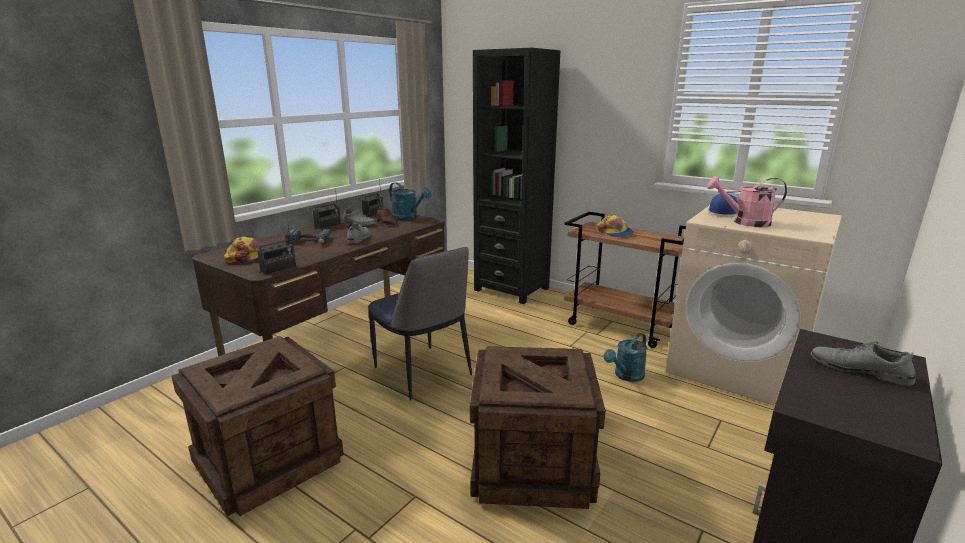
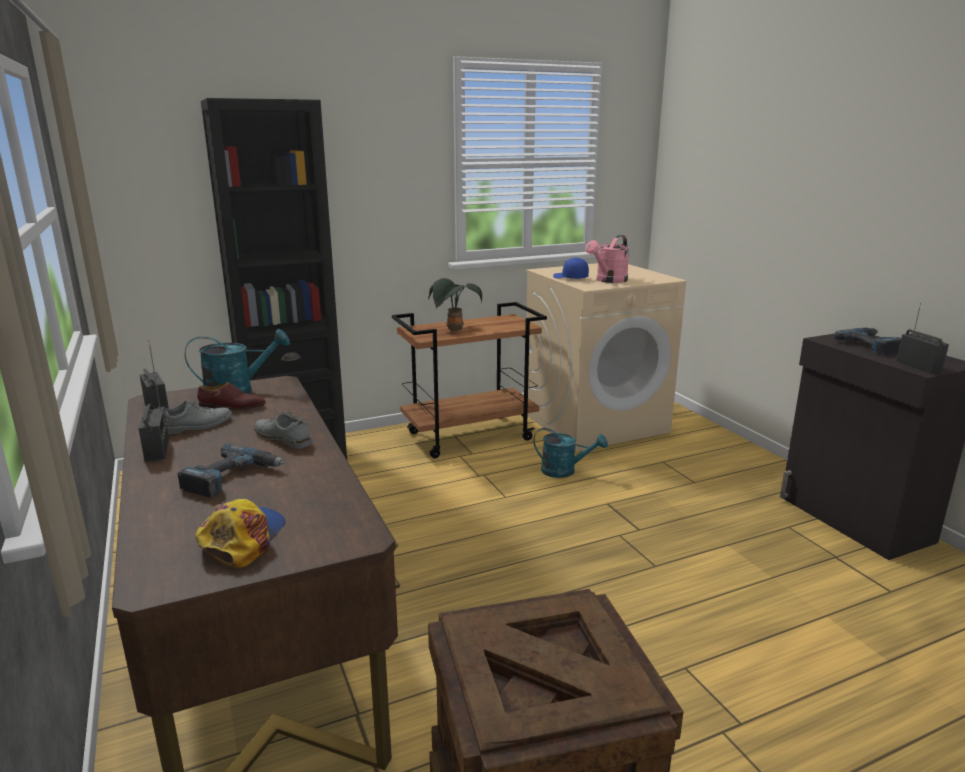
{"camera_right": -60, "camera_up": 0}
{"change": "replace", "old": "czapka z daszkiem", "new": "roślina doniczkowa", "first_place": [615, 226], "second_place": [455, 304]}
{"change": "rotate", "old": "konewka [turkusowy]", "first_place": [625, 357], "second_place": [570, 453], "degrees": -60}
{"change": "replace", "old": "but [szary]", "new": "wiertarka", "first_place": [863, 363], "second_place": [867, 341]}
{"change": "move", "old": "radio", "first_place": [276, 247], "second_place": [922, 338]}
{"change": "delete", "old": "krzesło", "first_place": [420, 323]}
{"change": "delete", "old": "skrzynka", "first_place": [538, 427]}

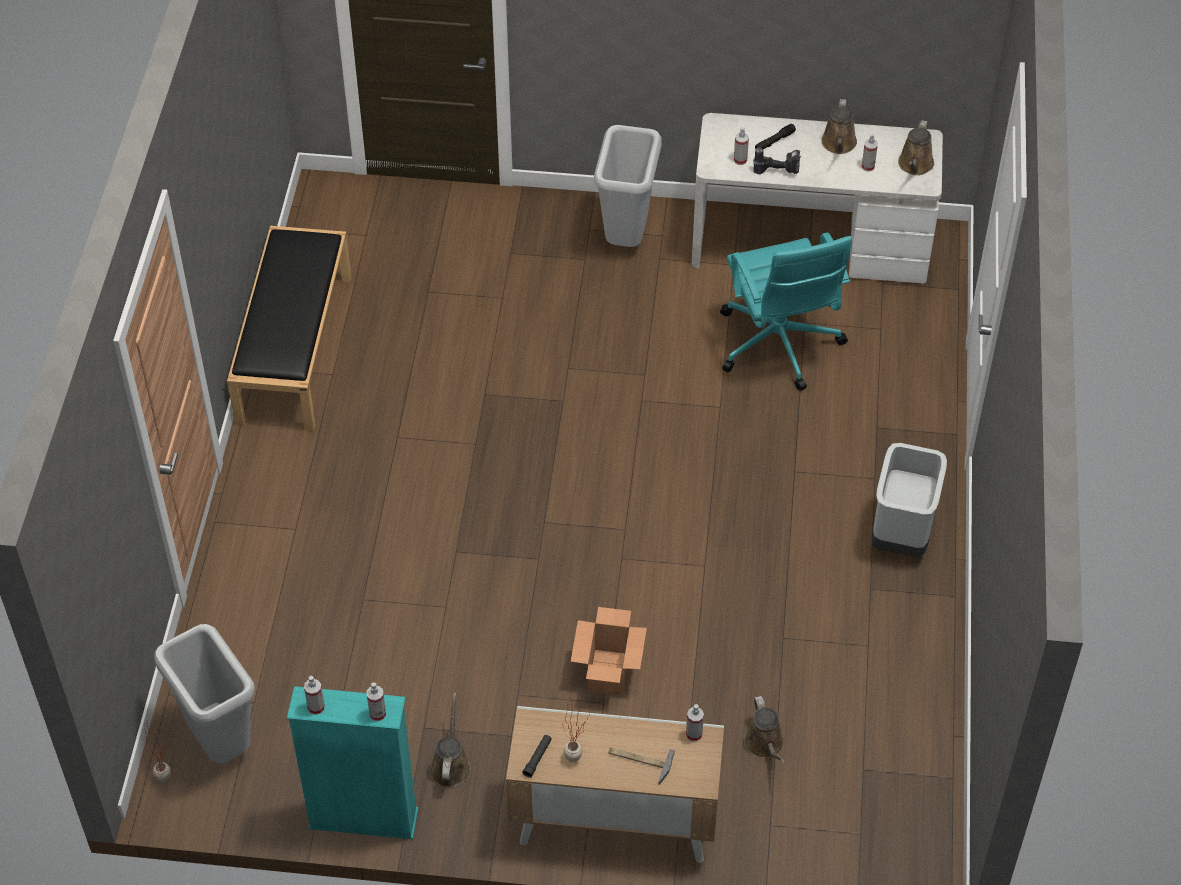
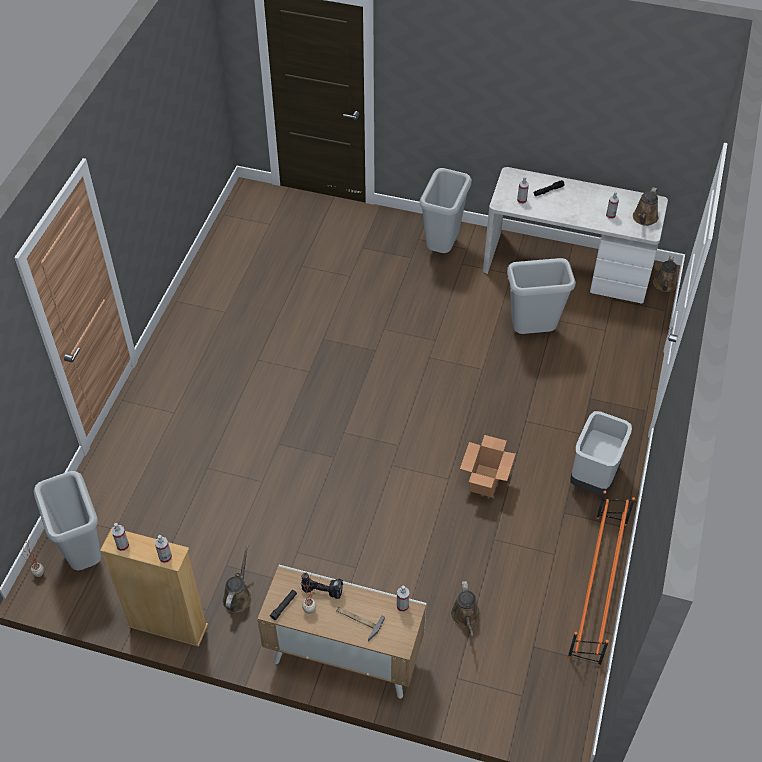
{"camera_right": 10, "camera_up": 0}
{"change": "recolor", "old": "regał [turkusowy]", "new": "regał [beżowy]", "first_place": [353, 762], "second_place": [154, 587]}
{"change": "move", "old": "wiertarka", "first_place": [777, 160], "second_place": [322, 586]}
{"change": "move", "old": "karton", "first_place": [609, 651], "second_place": [488, 466]}
{"change": "replace", "old": "krzesło biurowe [turkusowy]", "new": "kosz na śmieci [szary]", "first_place": [786, 312], "second_place": [541, 296]}
{"change": "insert", "new": "regał na buty [pomarańczowy]", "second_place": [601, 578]}
{"change": "move", "old": "konewka [brązowy]", "first_place": [839, 126], "second_place": [665, 273]}
{"change": "delete", "old": "ławka [czarny]", "first_place": [289, 329]}

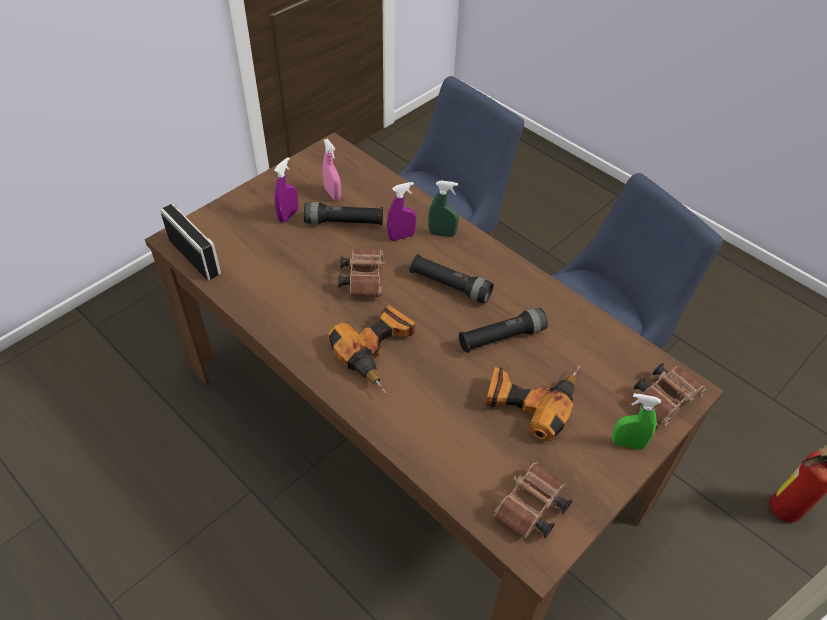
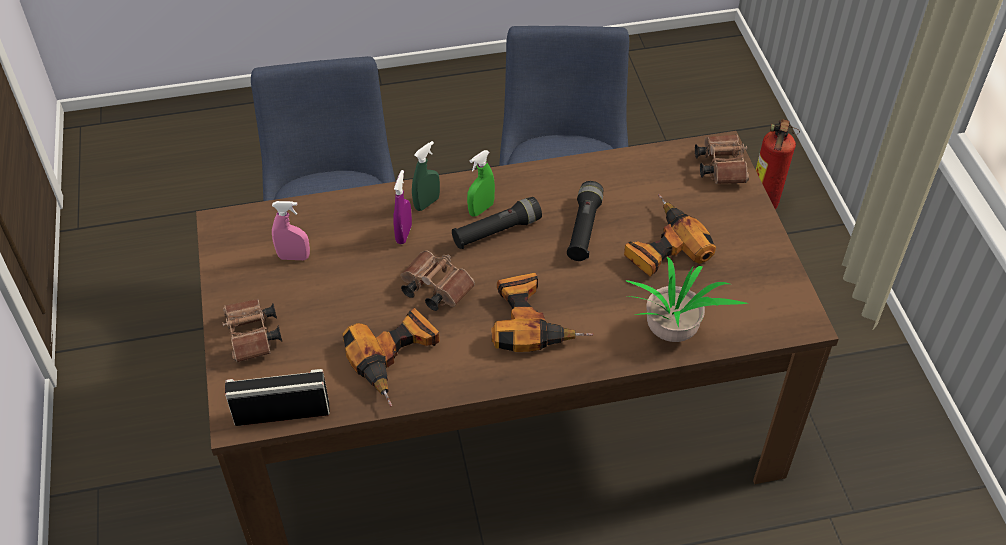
{"camera_right": -55, "camera_up": 0}
{"change": "move", "old": "lornetka [brązowy]", "first_place": [533, 500], "second_place": [252, 331]}
{"change": "insert", "new": "wiertarka", "second_place": [391, 357]}
{"change": "move", "old": "spryskiwacz [zielony]", "first_place": [636, 421], "second_place": [481, 183]}
{"change": "insert", "new": "roślina doniczkowa", "second_place": [686, 299]}
{"change": "delete", "old": "spryskiwacz [fioletowy]", "first_place": [286, 190]}
{"change": "delete", "old": "latarka [czarny]", "first_place": [343, 213]}

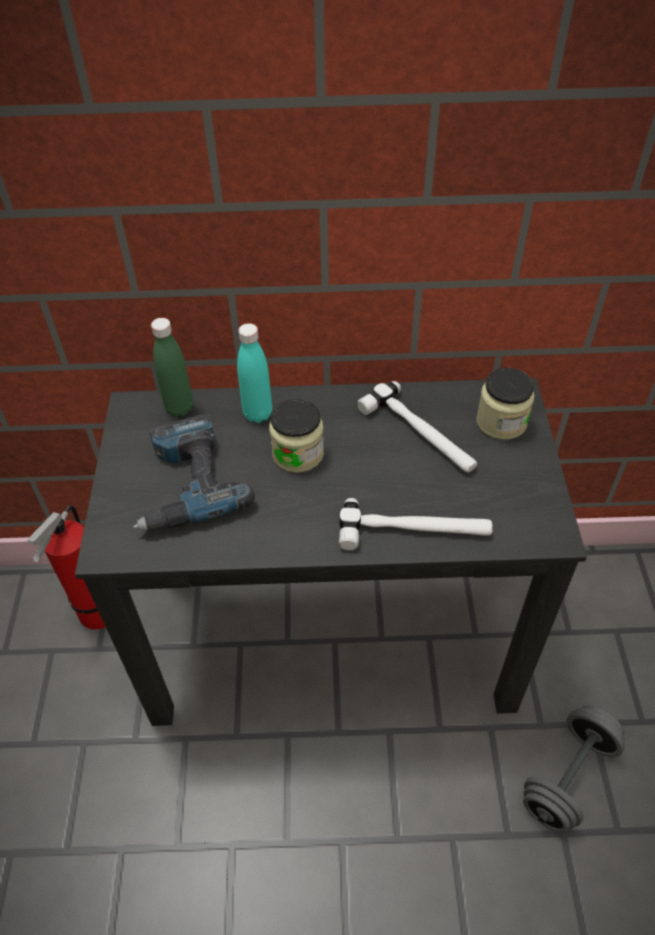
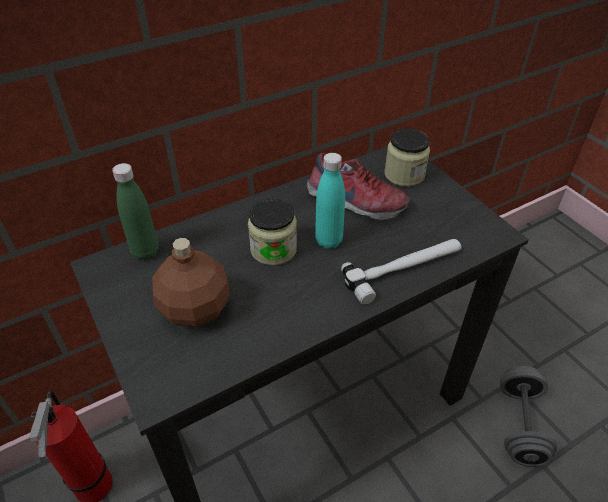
{"camera_right": -30, "camera_up": -5}
{"change": "replace", "old": "wiertarka", "new": "butelka [brązowy]", "first_place": [194, 472], "second_place": [191, 282]}
{"change": "replace", "old": "młotek", "new": "but", "first_place": [417, 427], "second_place": [358, 186]}
{"change": "move", "old": "butelka [turkusowy]", "first_place": [254, 373], "second_place": [330, 201]}

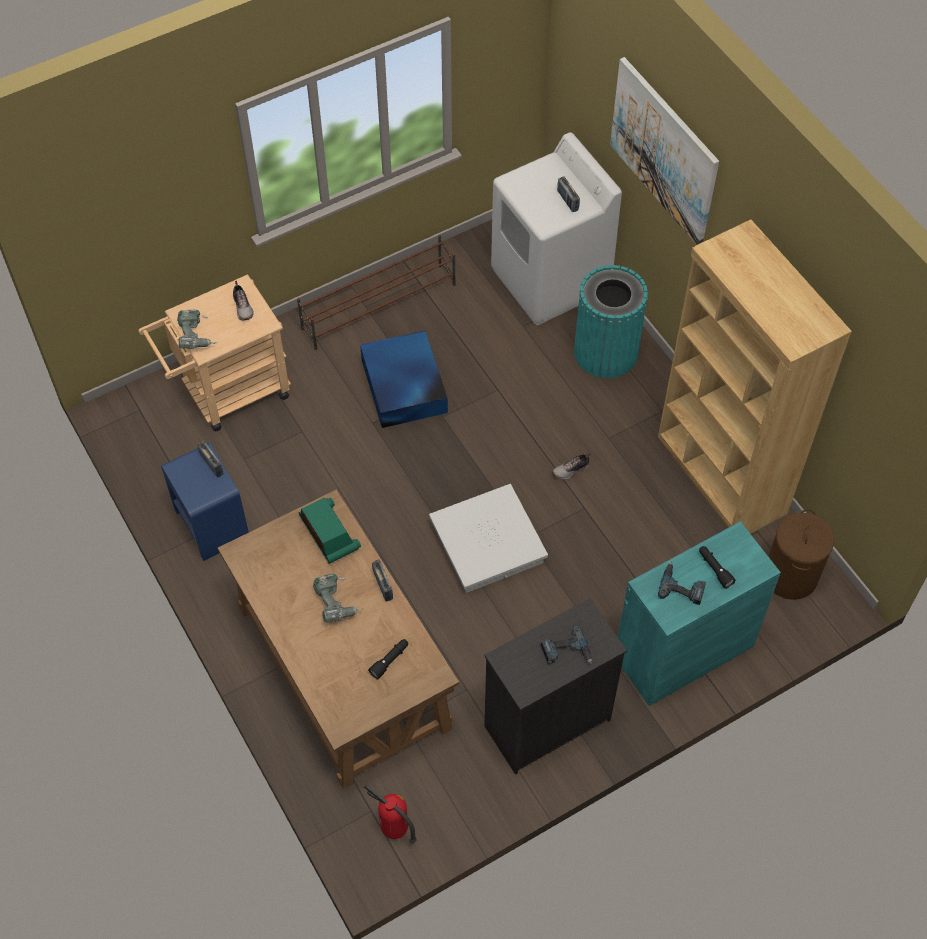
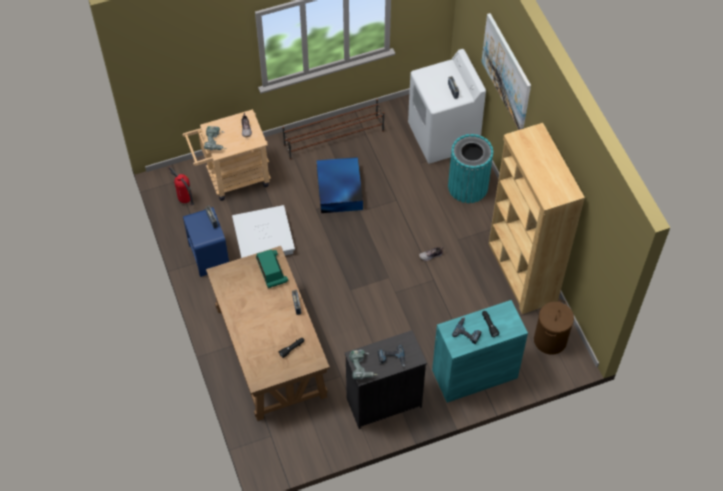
{"camera_right": 10, "camera_up": 0}
{"change": "move", "old": "gaśnica", "first_place": [390, 814], "second_place": [181, 186]}
{"change": "move", "old": "pojemnik do przechowywania [biały]", "first_place": [488, 538], "second_place": [263, 231]}
{"change": "move", "old": "wiertarka", "first_place": [338, 598], "second_place": [363, 364]}

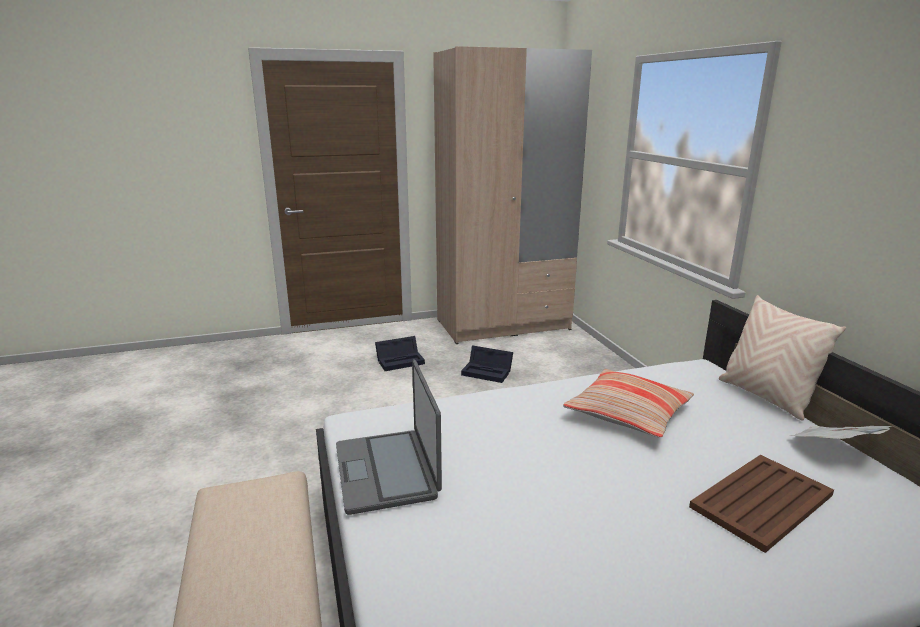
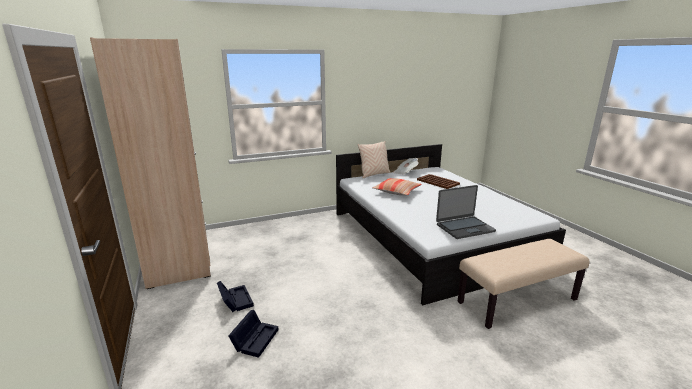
{"camera_right": -95, "camera_up": 0}
{"change": "move", "old": "pojemnik do przechowywania [czarny]", "first_place": [487, 364], "second_place": [253, 334]}

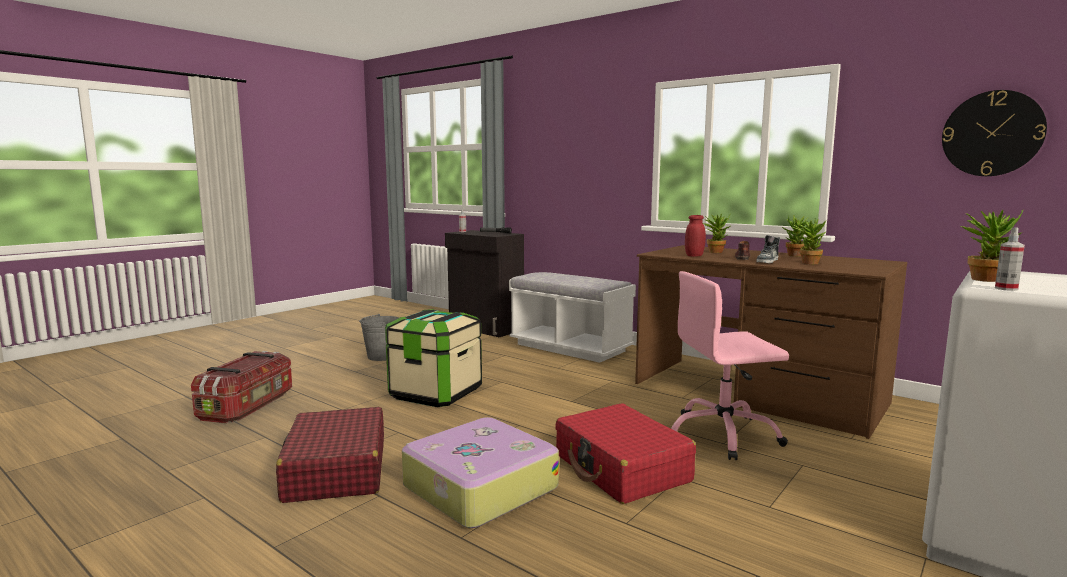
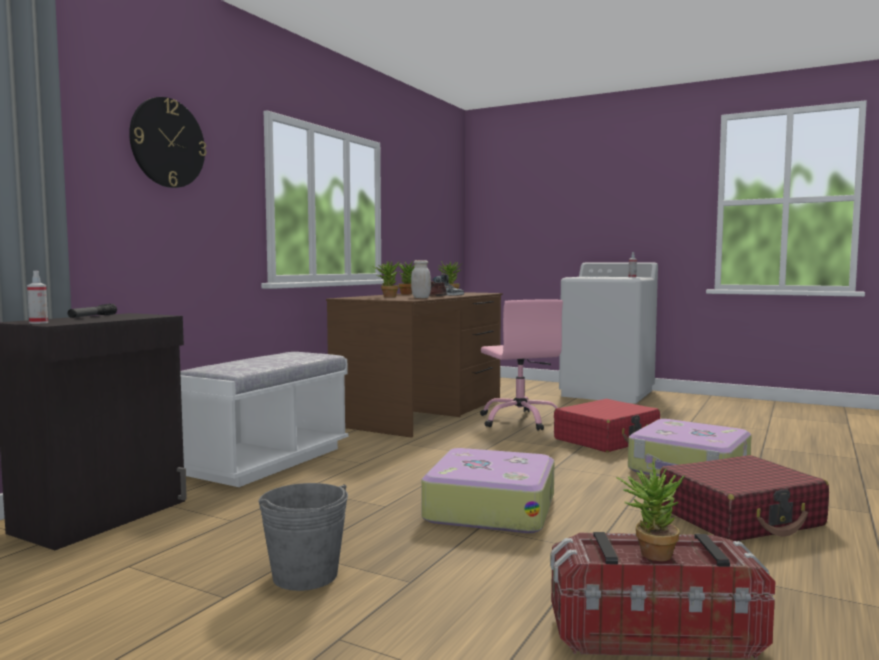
{"camera_right": -100, "camera_up": -5}
{"change": "move", "old": "zegar ścienny", "first_place": [994, 133], "second_place": [168, 142]}
{"change": "recolor", "old": "słoik [czerwony]", "new": "słoik [biały]", "first_place": [695, 236], "second_place": [421, 279]}
{"change": "replace", "old": "pojemnik do przechowywania", "new": "walizka", "first_place": [433, 358], "second_place": [488, 490]}
{"change": "move", "old": "roślina doniczkowa", "first_place": [992, 245], "second_place": [650, 511]}

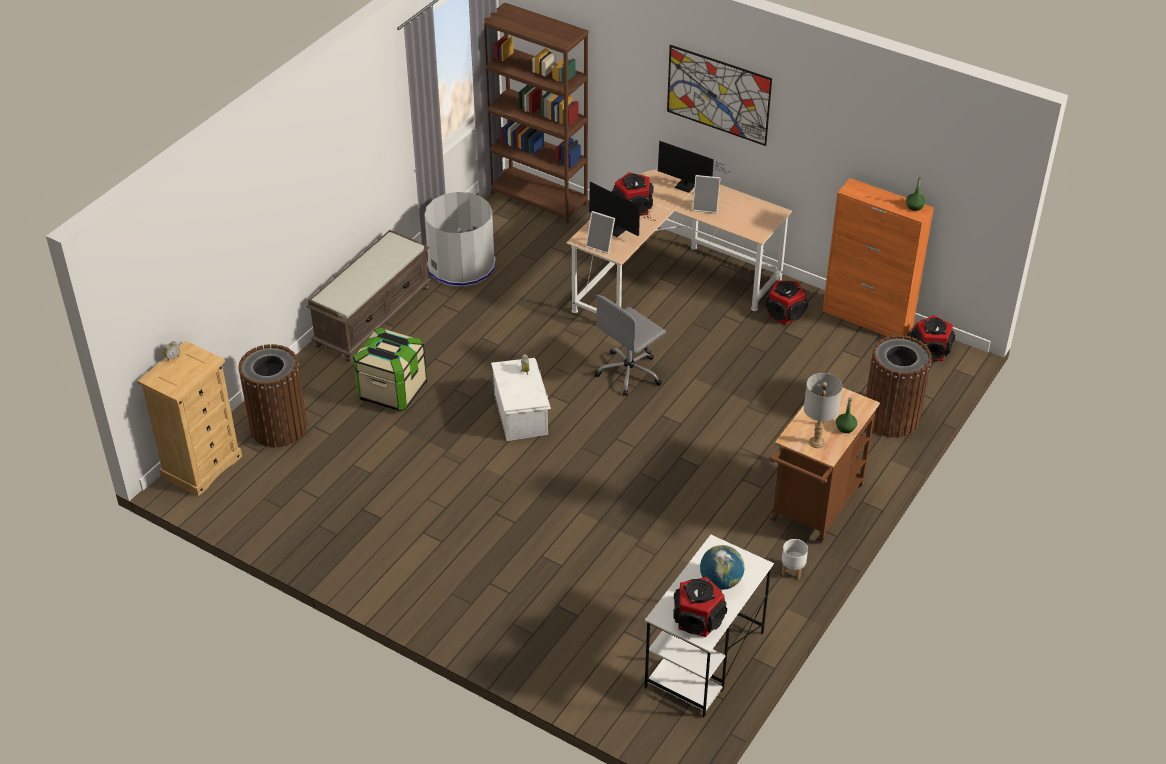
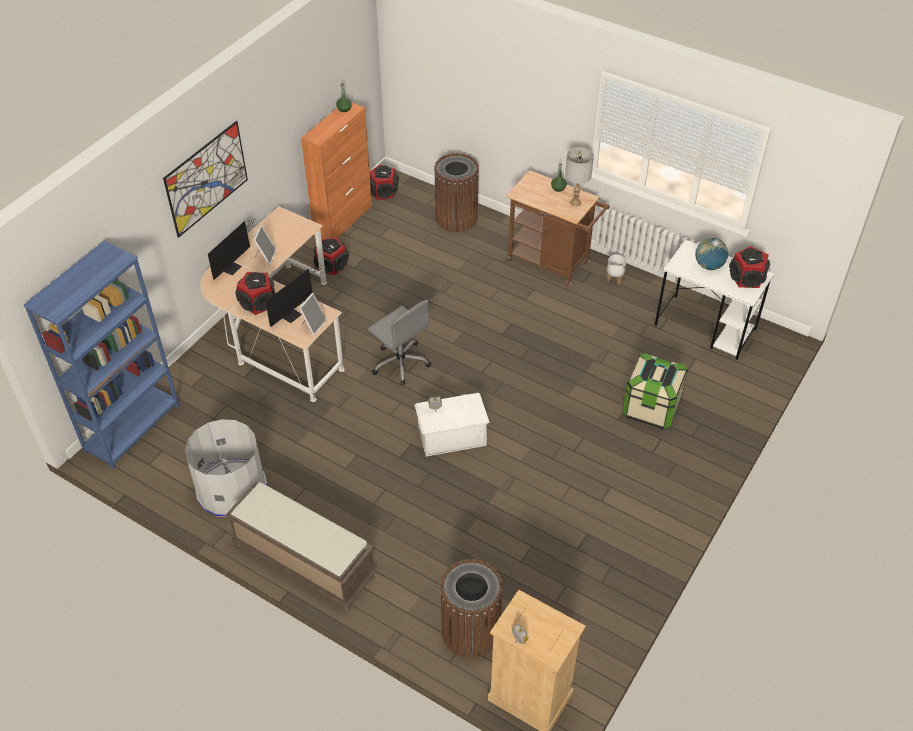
{"camera_right": -90, "camera_up": 5}
{"change": "recolor", "old": "regał [brązowy]", "new": "regał [niebieski]", "first_place": [536, 113], "second_place": [101, 355]}
{"change": "move", "old": "pojemnik do przechowywania", "first_place": [390, 369], "second_place": [655, 391]}

